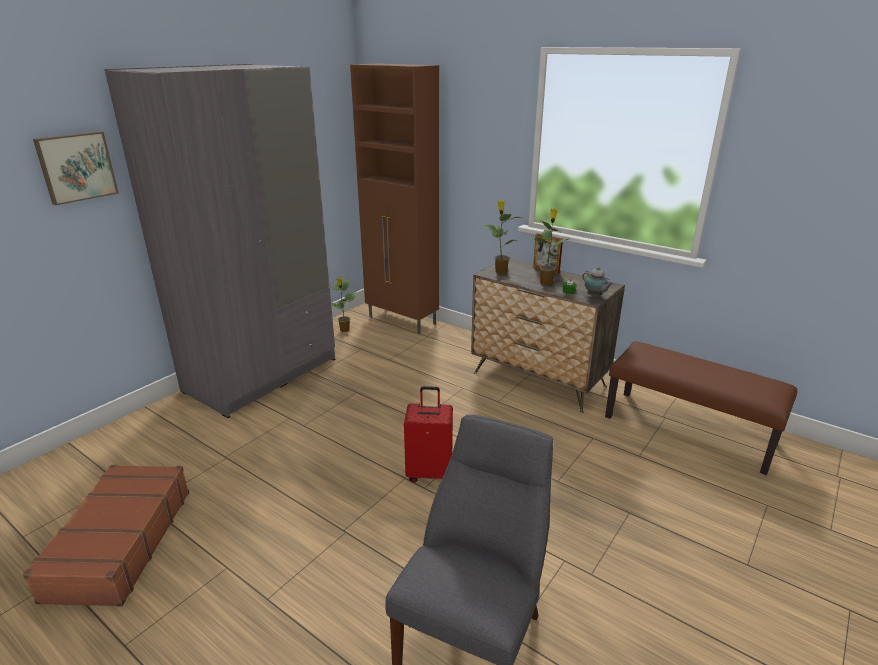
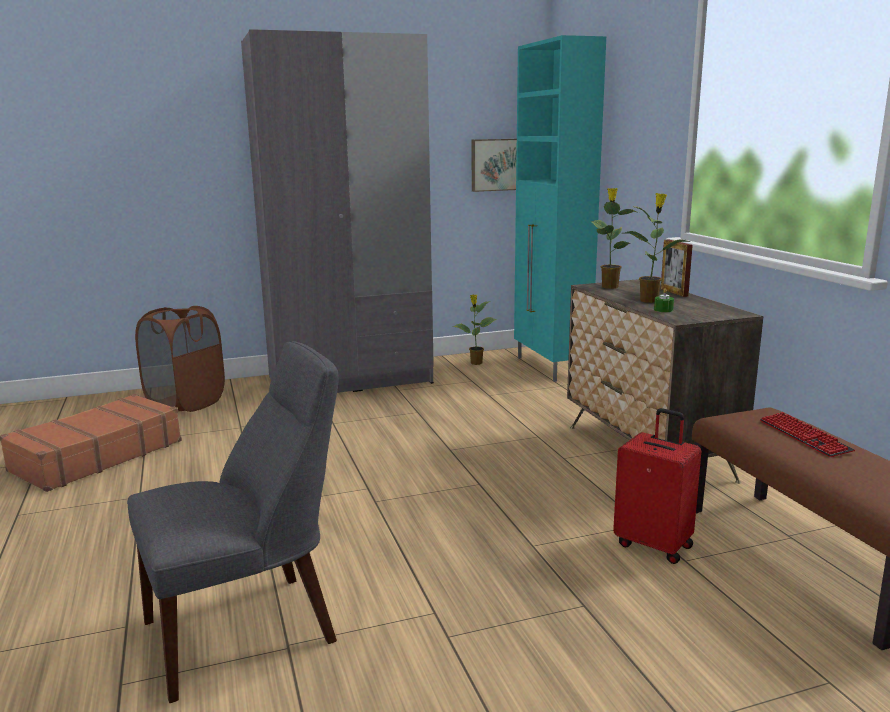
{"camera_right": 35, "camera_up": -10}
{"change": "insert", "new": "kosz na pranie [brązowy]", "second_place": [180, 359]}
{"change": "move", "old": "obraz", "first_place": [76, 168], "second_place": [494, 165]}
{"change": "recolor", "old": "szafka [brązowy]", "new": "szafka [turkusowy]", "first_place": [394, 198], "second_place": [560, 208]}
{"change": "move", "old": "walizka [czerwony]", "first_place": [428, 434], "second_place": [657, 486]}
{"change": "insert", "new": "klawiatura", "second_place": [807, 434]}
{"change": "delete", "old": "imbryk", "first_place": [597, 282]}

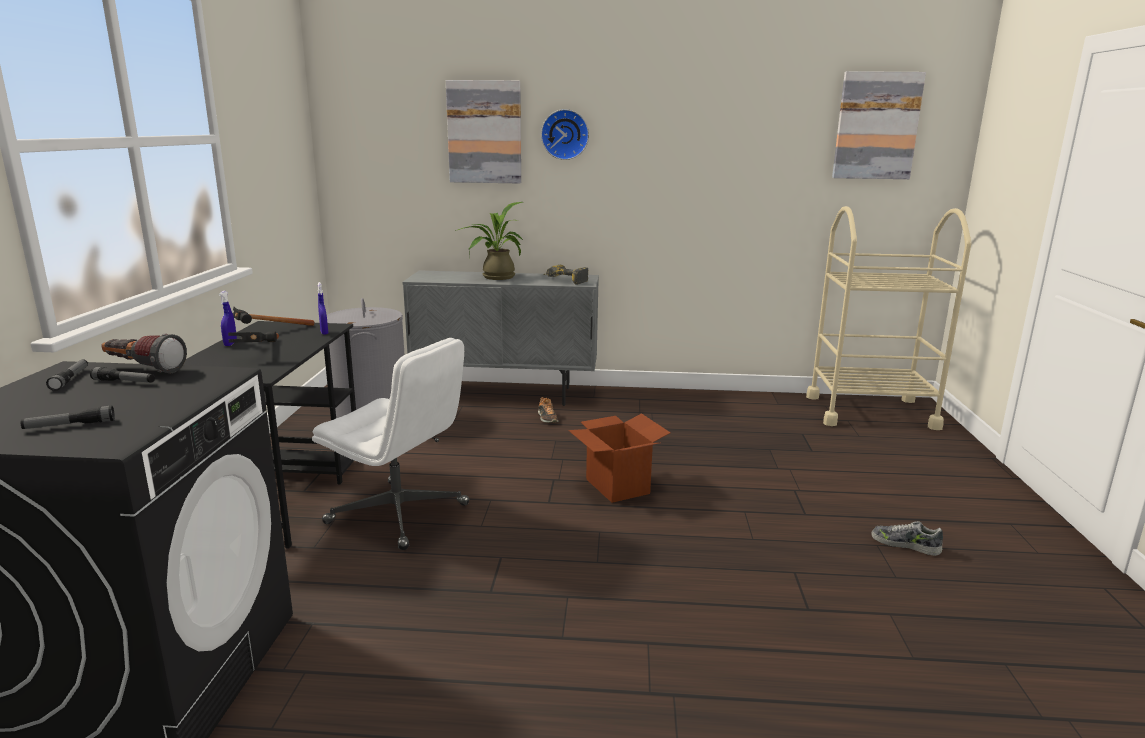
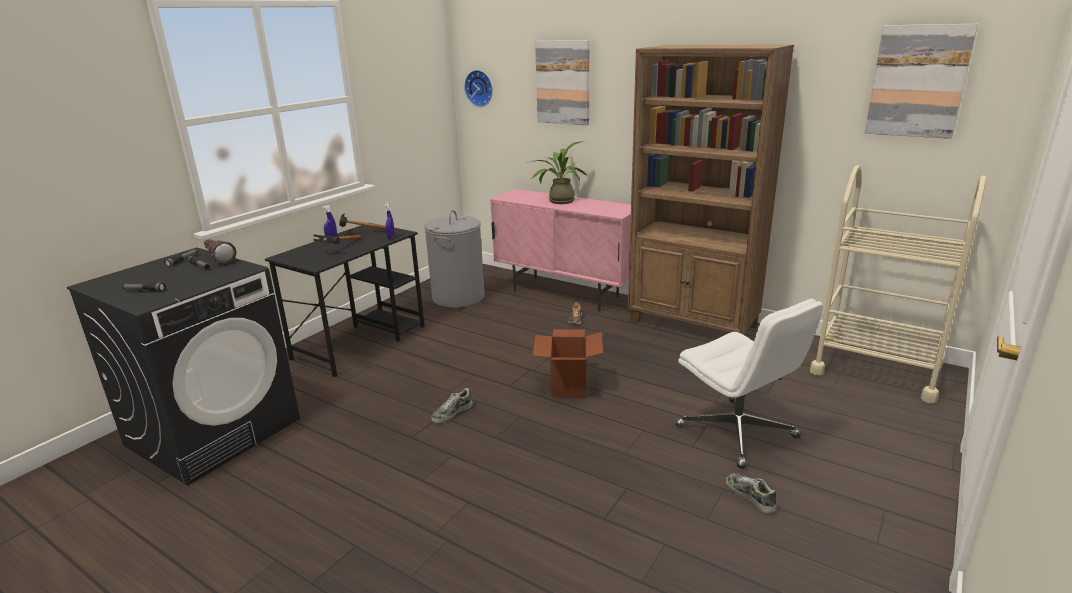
{"camera_right": 30, "camera_up": 5}
{"change": "insert", "new": "but", "second_place": [452, 405]}
{"change": "move", "old": "zegar ścienny", "first_place": [565, 134], "second_place": [478, 88]}
{"change": "recolor", "old": "szafka [szary]", "new": "szafka [różowy]", "first_place": [500, 338], "second_place": [560, 250]}
{"change": "insert", "new": "regał [brązowy]", "second_place": [711, 190]}
{"change": "move", "old": "krzesło biurowe [biały]", "first_place": [390, 444], "second_place": [749, 384]}
{"change": "delete", "old": "wiertarka", "first_place": [566, 275]}

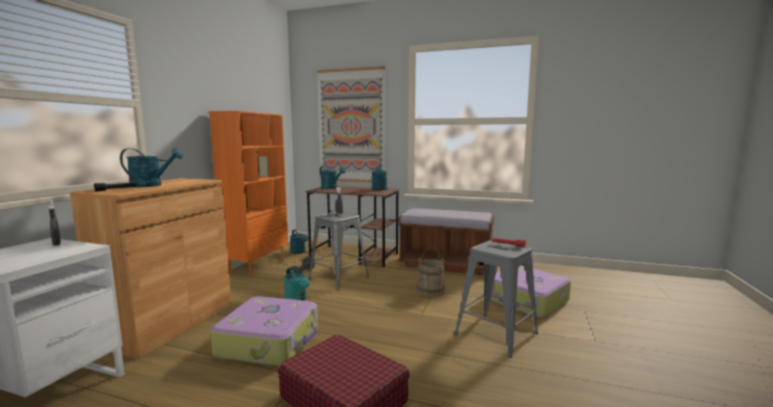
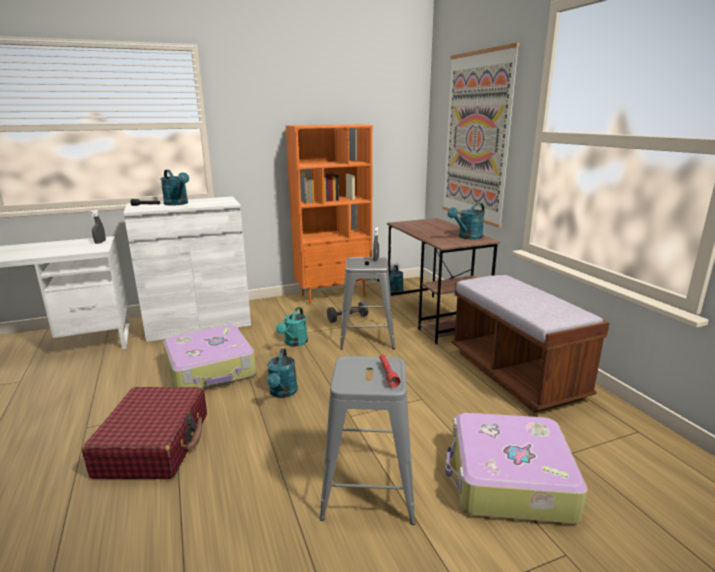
{"camera_right": 50, "camera_up": 10}
{"change": "recolor", "old": "szafka [brązowy]", "new": "szafka [biały]", "first_place": [150, 268], "second_place": [187, 269]}
{"change": "move", "old": "konewka [turkusowy]", "first_place": [333, 177], "second_place": [282, 373]}
{"change": "delete", "old": "wiadro [beżowy]", "first_place": [431, 272]}

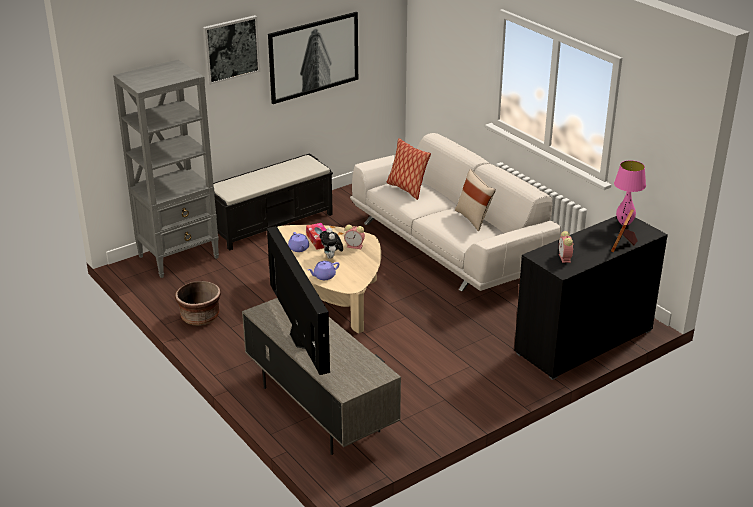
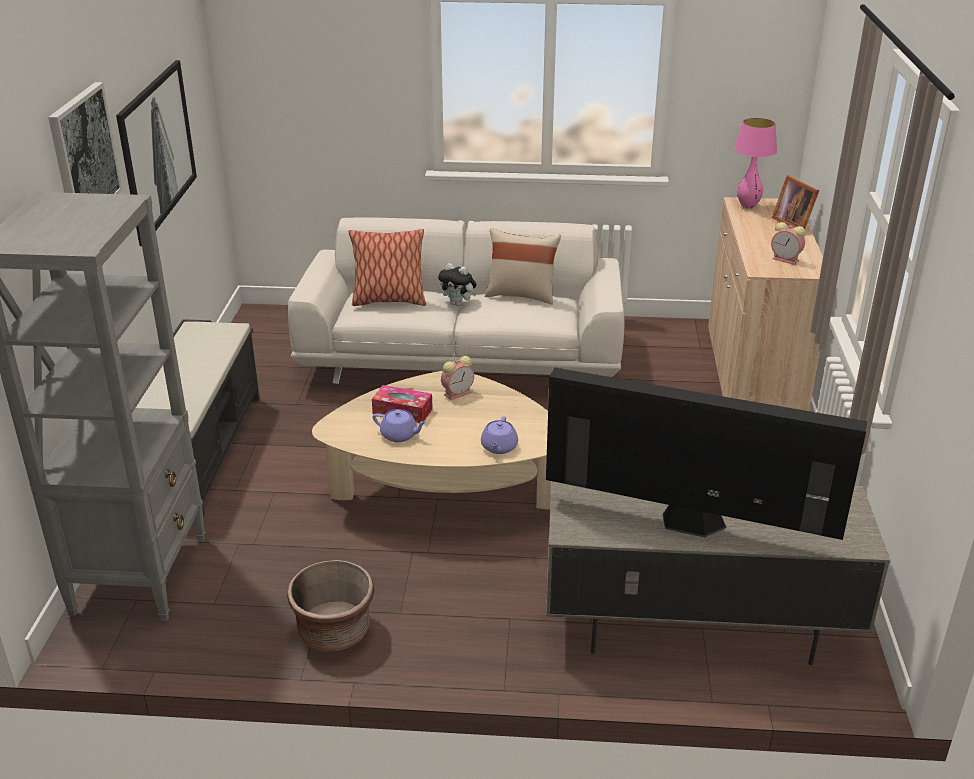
{"camera_right": -50, "camera_up": 0}
{"change": "move", "old": "pluszak", "first_place": [331, 243], "second_place": [457, 284]}
{"change": "recolor", "old": "szafka [czarny]", "new": "szafka [beżowy]", "first_place": [591, 298], "second_place": [765, 304]}

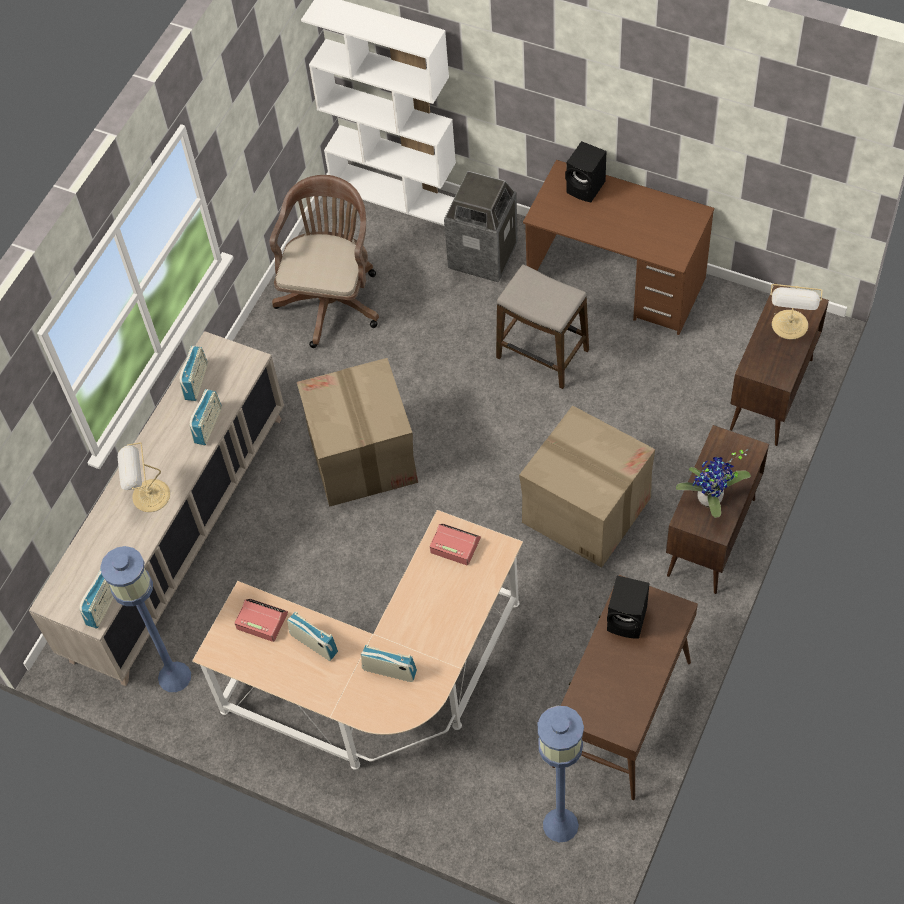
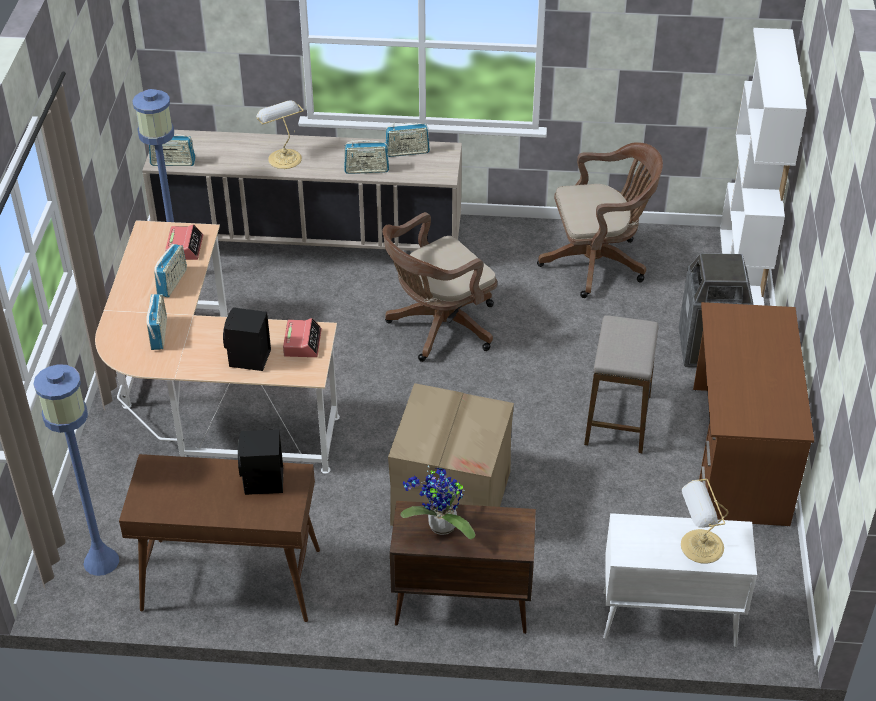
{"camera_right": 65, "camera_up": -15}
{"change": "move", "old": "głośnik [czarny]", "first_place": [585, 171], "second_place": [247, 339]}
{"change": "replace", "old": "karton", "new": "krzesło biurowe [brązowy]", "first_place": [357, 432], "second_place": [439, 287]}
{"change": "recolor", "old": "szafka [brązowy]", "new": "szafka [biały]", "first_place": [779, 364], "second_place": [680, 580]}

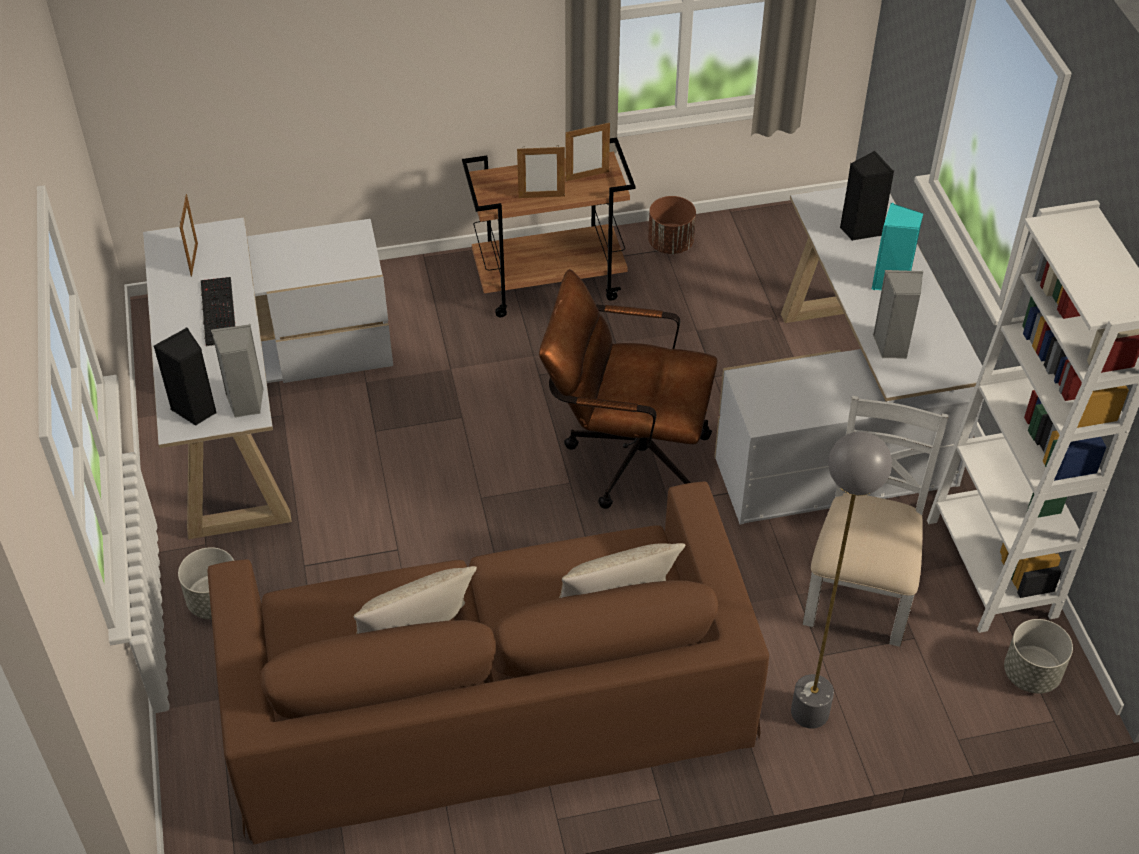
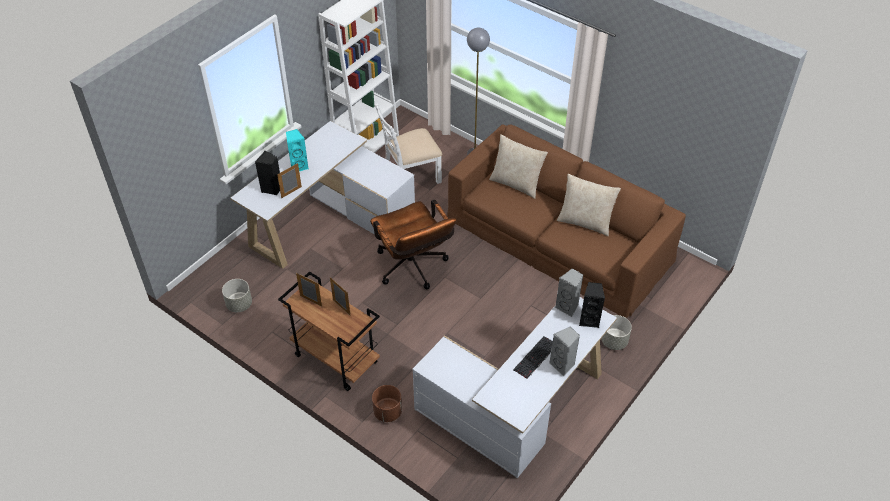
{"camera_right": -130, "camera_up": 0}
{"change": "move", "old": "donica [szary]", "first_place": [1038, 656], "second_place": [237, 295]}
{"change": "move", "old": "ramka na zdjęcie", "first_place": [189, 235], "second_place": [289, 180]}
{"change": "move", "old": "donica [brązowy]", "first_place": [672, 225], "second_place": [387, 403]}
{"change": "move", "old": "głośnik [szary]", "first_place": [897, 314], "second_place": [565, 351]}

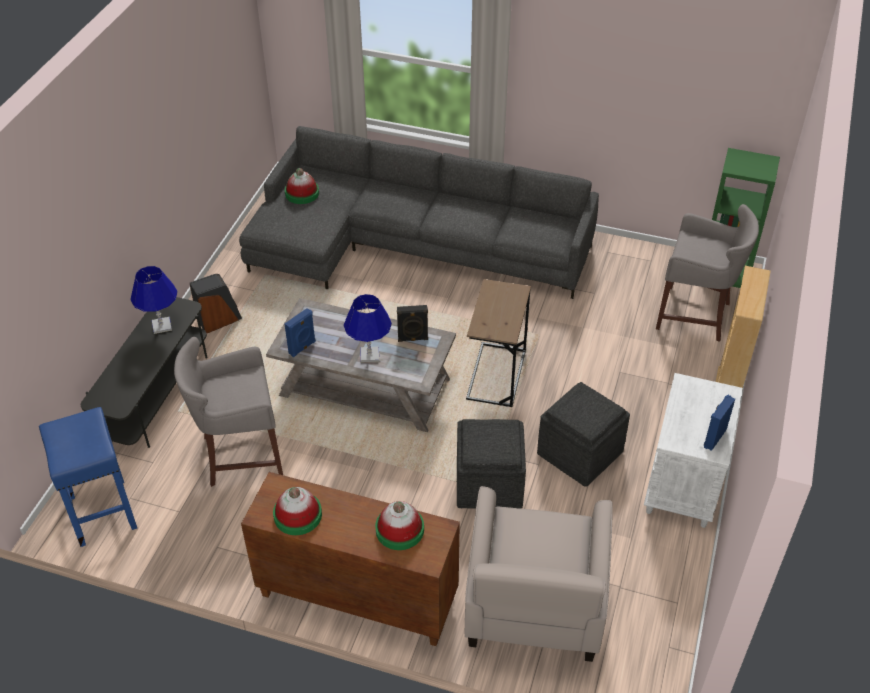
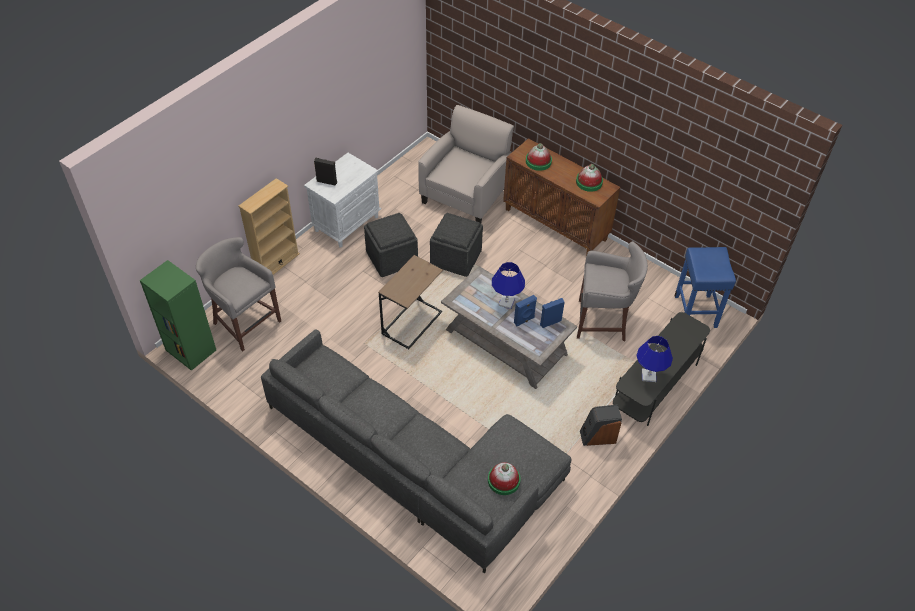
{"camera_right": -160, "camera_up": 5}
{"change": "move", "old": "głośnik [czarny]", "first_place": [412, 323], "second_place": [325, 172]}
{"change": "move", "old": "głośnik [niebieski]", "first_place": [719, 423], "second_place": [525, 311]}

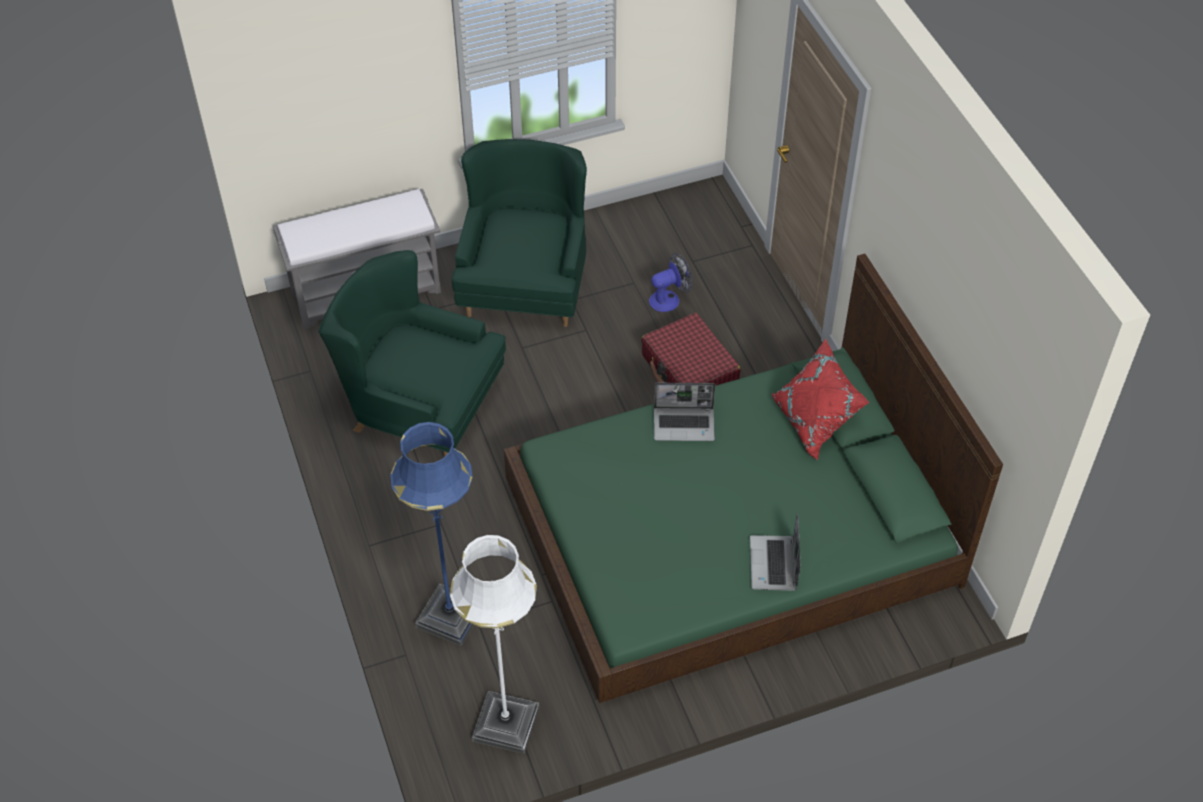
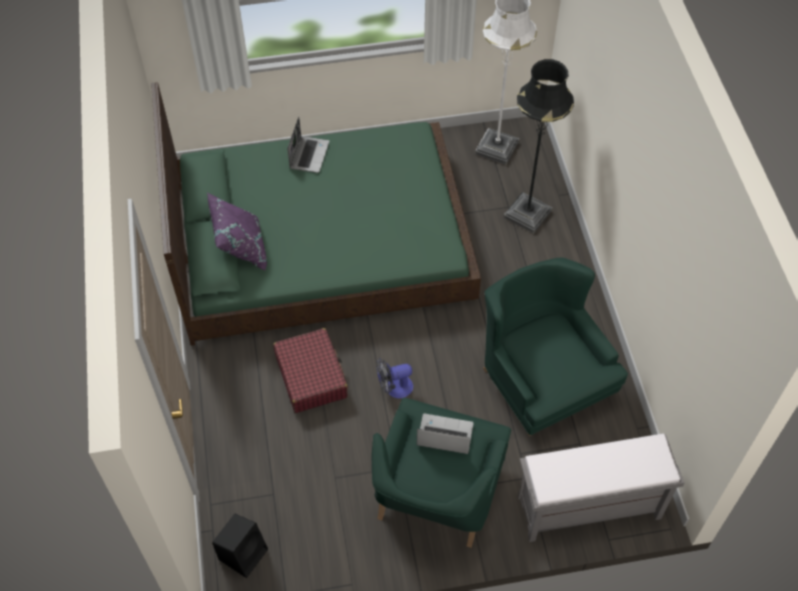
{"camera_right": -170, "camera_up": 5}
{"change": "recolor", "old": "poduszka [czerwony]", "new": "poduszka [fioletowy]", "first_place": [821, 399], "second_place": [237, 231]}
{"change": "insert", "new": "głośnik [czarny]", "second_place": [240, 546]}
{"change": "move", "old": "wentylator", "first_place": [671, 282], "second_place": [395, 378]}
{"change": "move", "old": "laptop", "first_place": [684, 412], "second_place": [445, 434]}
{"change": "rotate", "old": "fotel [zielony]", "first_place": [412, 353], "second_place": [555, 346], "degrees": -150}
{"change": "recolor", "old": "lampa stojąca [niebieski]", "new": "lampa stojąca [czarny]", "first_place": [432, 534], "second_place": [539, 146]}

